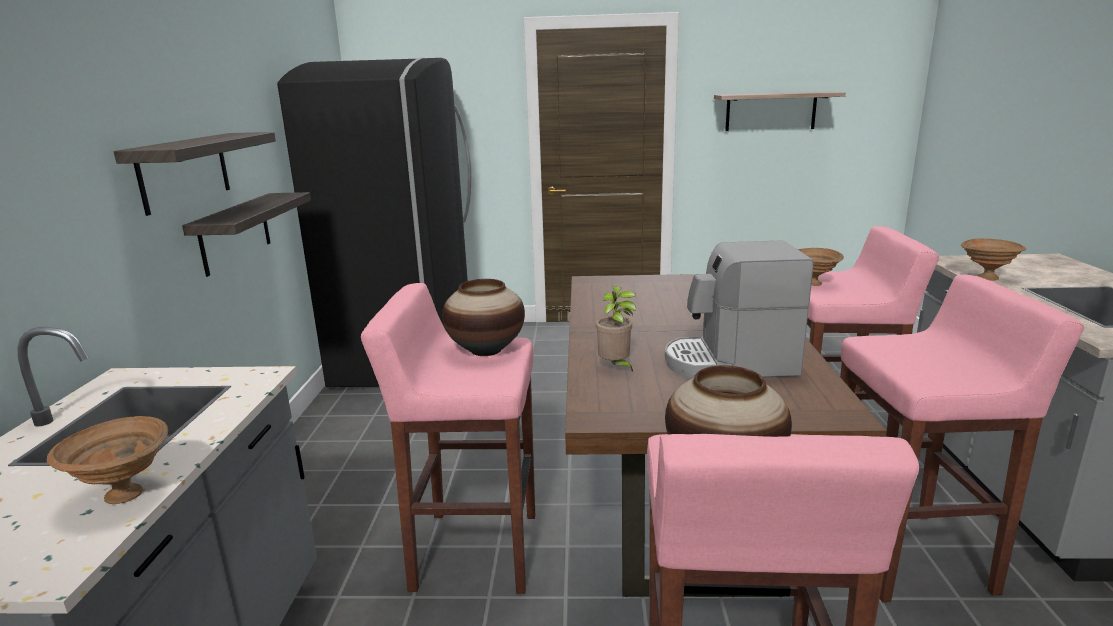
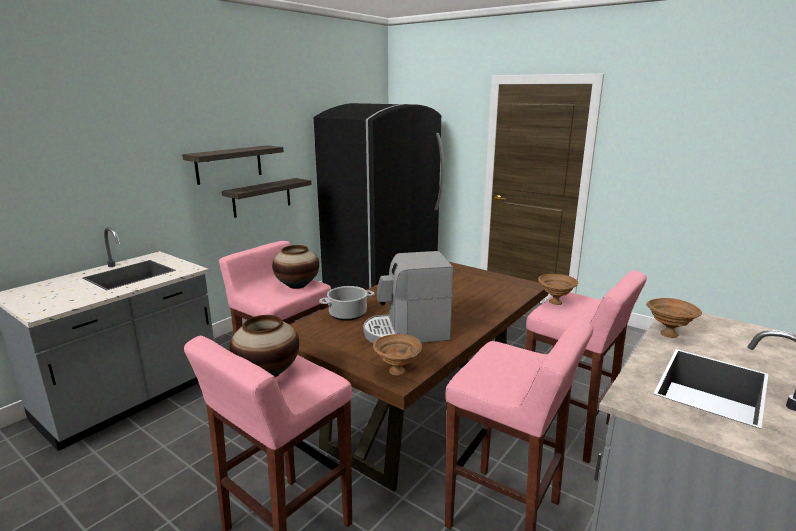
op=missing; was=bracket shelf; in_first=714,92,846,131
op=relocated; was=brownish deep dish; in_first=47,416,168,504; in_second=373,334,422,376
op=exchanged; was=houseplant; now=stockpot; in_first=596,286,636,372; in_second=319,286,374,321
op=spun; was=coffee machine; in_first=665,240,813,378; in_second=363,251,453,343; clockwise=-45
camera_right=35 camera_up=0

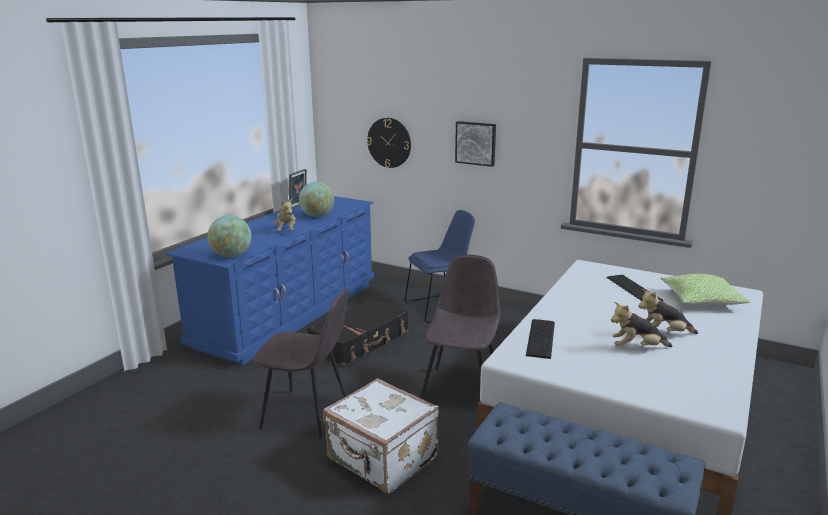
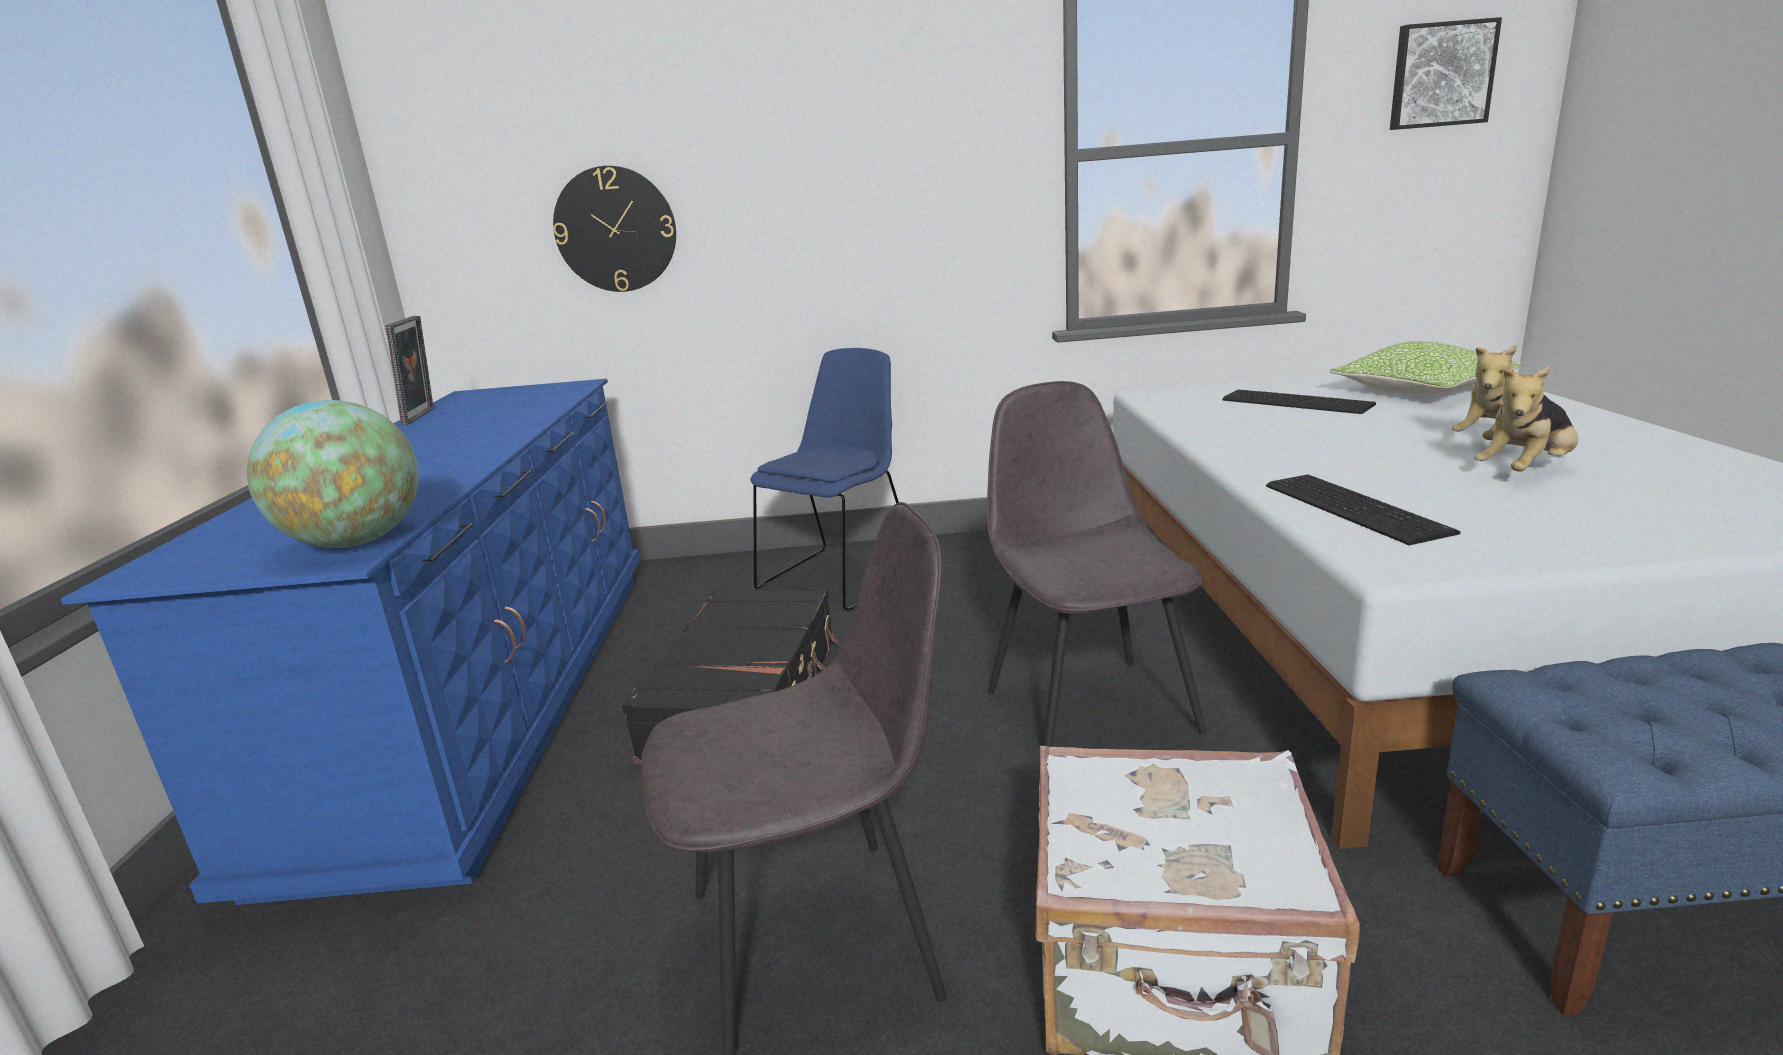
op=missing; was=soft toy; in_first=274,198,296,231
op=missing; was=globe; in_first=299,182,334,217
op=relocated; was=wall picture; in_first=455,121,496,167; in_second=1390,17,1502,130
camera_right=-30 camera_up=0

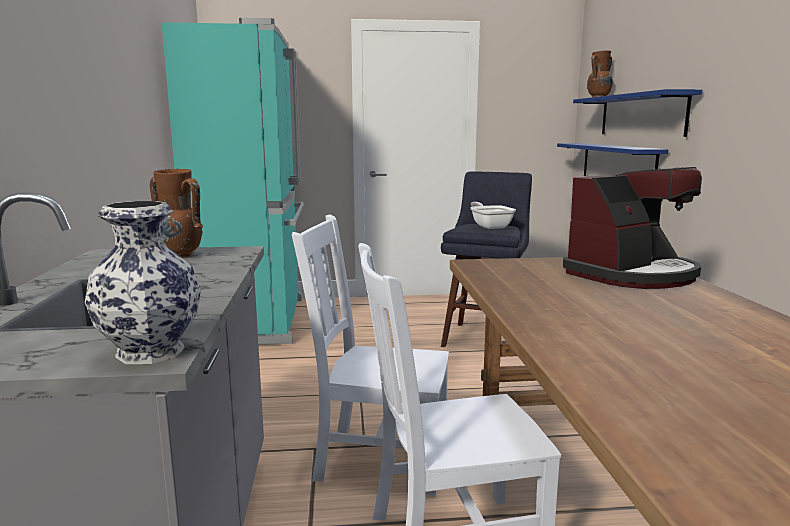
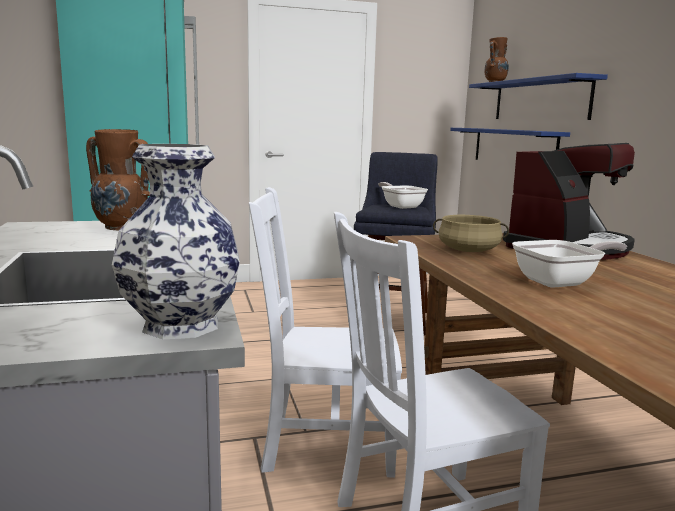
op=appeared; now=beige stockpot; in_second=433,215,509,252
op=appeared; now=frying pan; in_second=512,240,627,288
camera_right=-10 camera_up=0

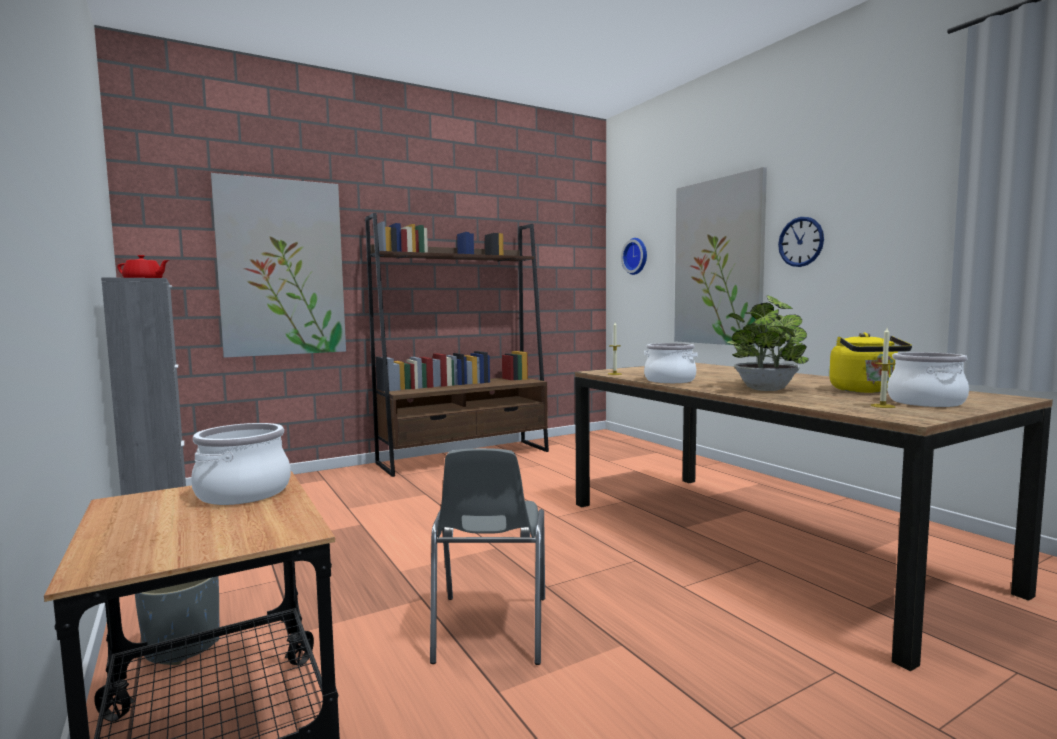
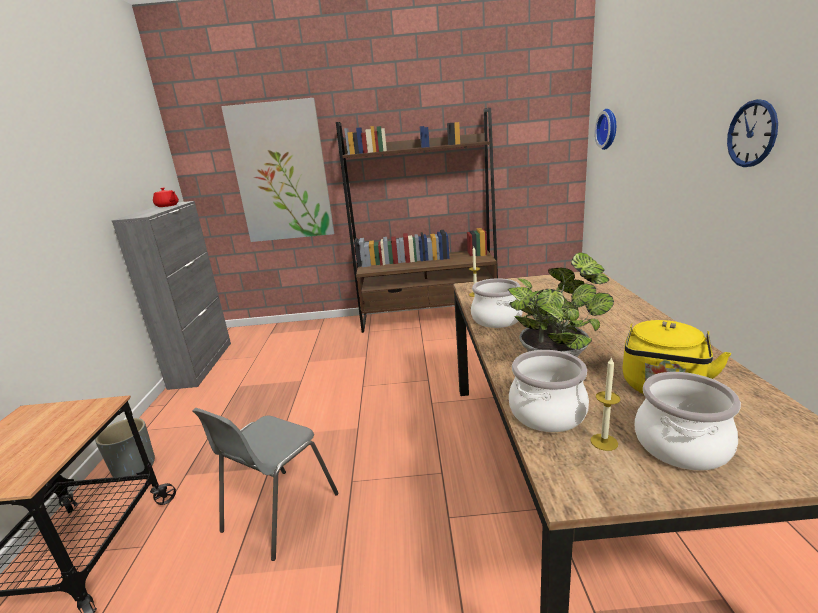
op=missing; was=wall picture; in_first=674,167,767,347
op=relocated; was=stockpot; in_first=191,423,291,505; in_second=509,350,589,432
camera_right=30 camera_up=15

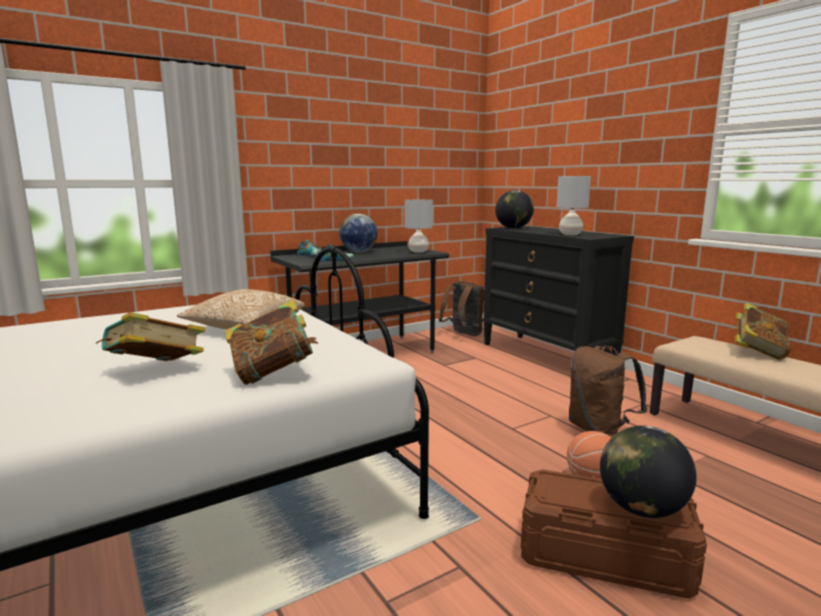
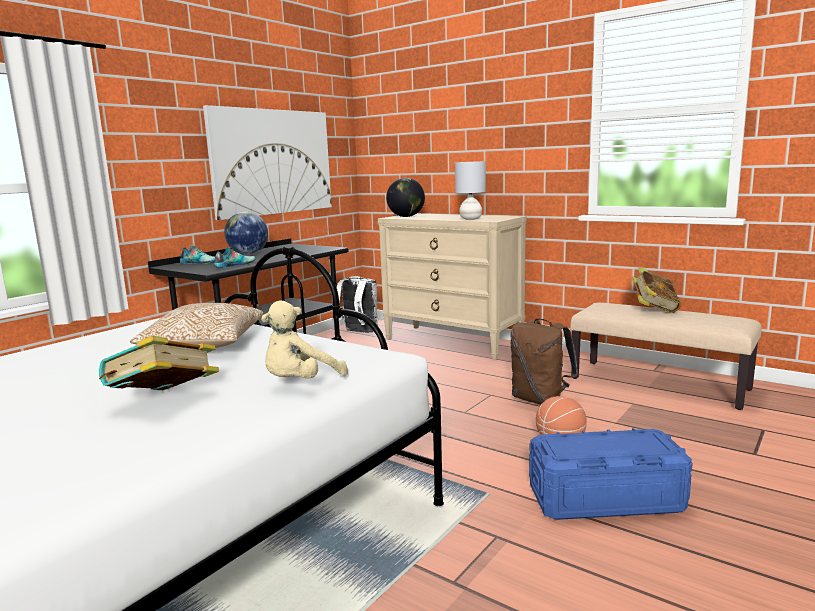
op=missing; was=grey lamp for a table; in_first=405,200,433,253
op=missing; was=globe; in_first=600,426,696,518
op=appeared; now=wall picture; in_second=203,105,332,220
op=exchanged; was=bound book; now=beige soft toy; in_first=225,300,318,385; in_second=261,300,348,378
op=colour; was=brownish knapsack; now=whitish knapsack; in_first=439,281,485,336; in_second=332,276,378,333
op=colour; was=black dresser; now=beige dresser; in_first=483,226,634,355; in_second=378,214,527,360
op=colour; was=brownish storage box; now=bluish storage box; in_first=521,469,707,598; in_second=529,428,693,520
camera_right=-20 camera_up=0

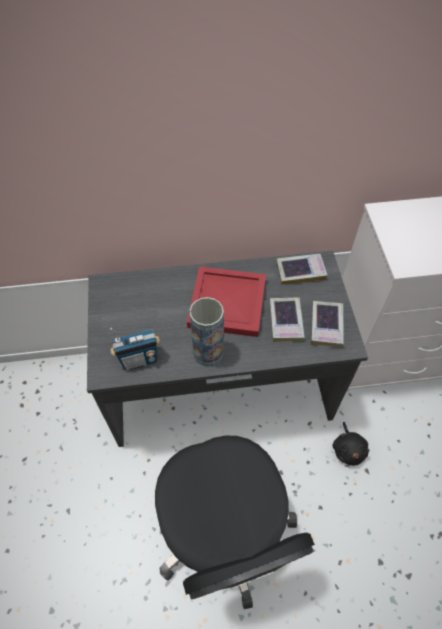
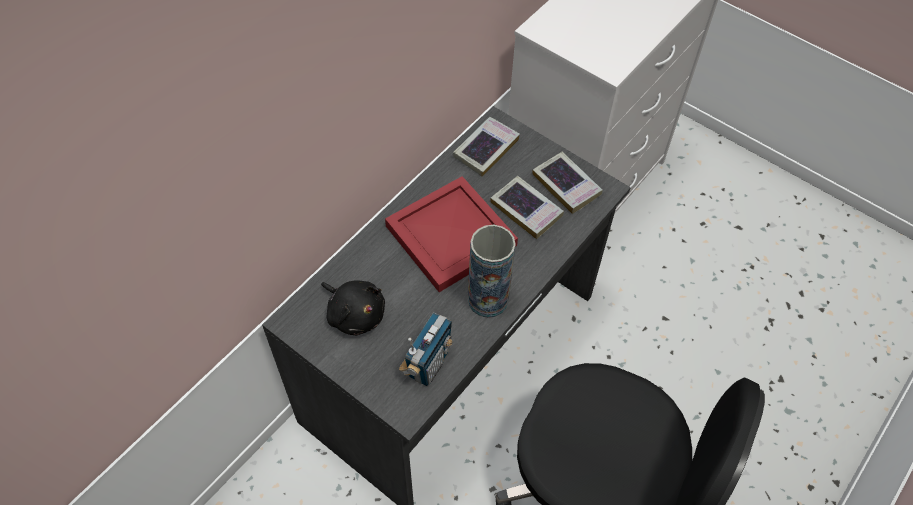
op=relocated; was=black soft toy; in_first=333,422,370,466; in_second=321,280,385,335
camera_right=-45 camera_up=0

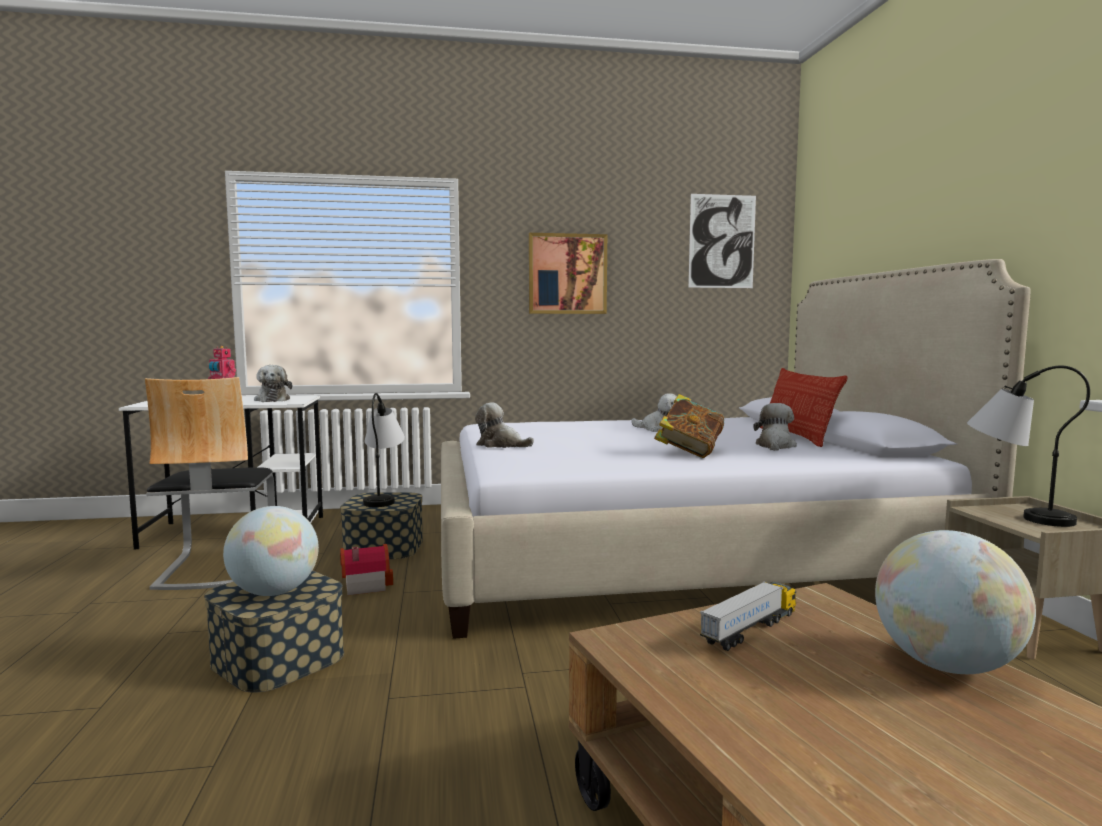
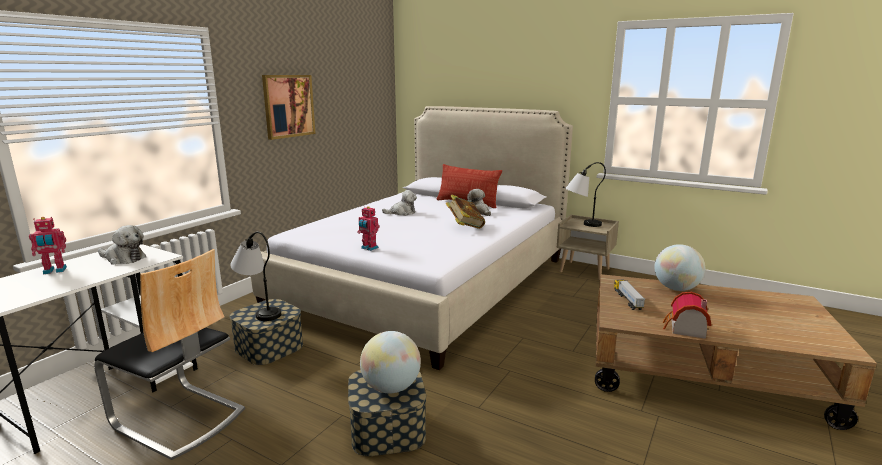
op=missing; was=wall picture; in_first=688,194,756,288
op=relocated; was=model house; in_first=340,544,393,595; in_second=662,292,712,339
op=exchanged; was=soft toy; now=robot figure; in_first=475,403,534,448; in_second=357,206,379,251
camera_right=-50 camera_up=10

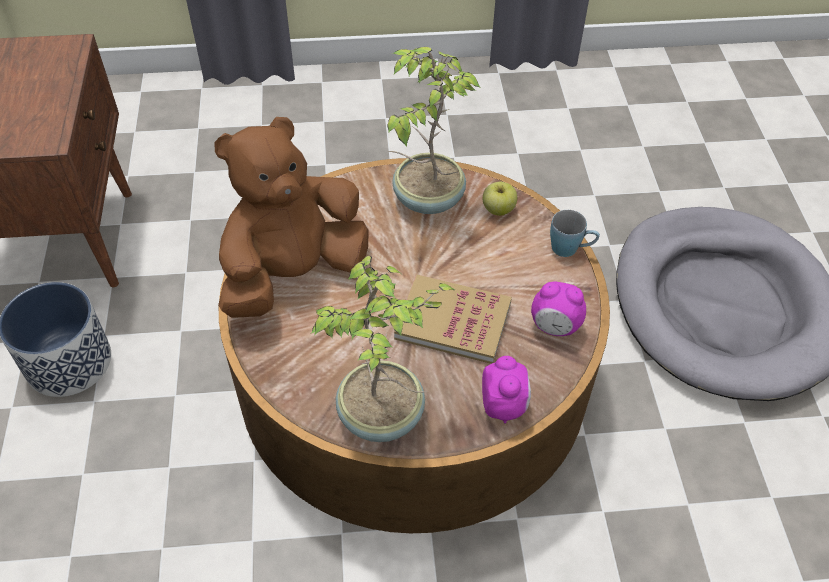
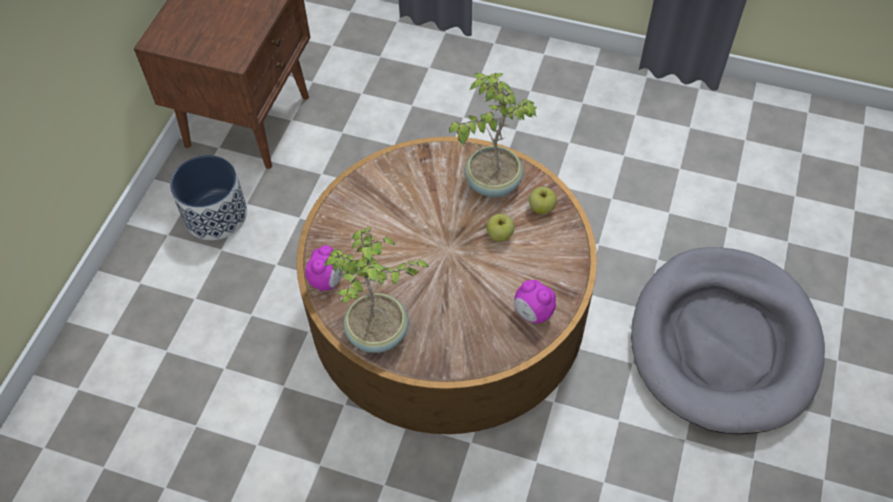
op=missing; was=brownish soft toy; in_first=214,117,369,318
op=missing; was=bound book; in_first=394,275,512,364
op=missing; was=bluish coffee mug; in_first=550,210,600,257
op=appeared; now=whole apple; in_second=486,214,514,242
op=relocated; was=bedside clock; in_first=482,356,531,423; in_second=305,245,343,292
camera_right=25 camera_up=5

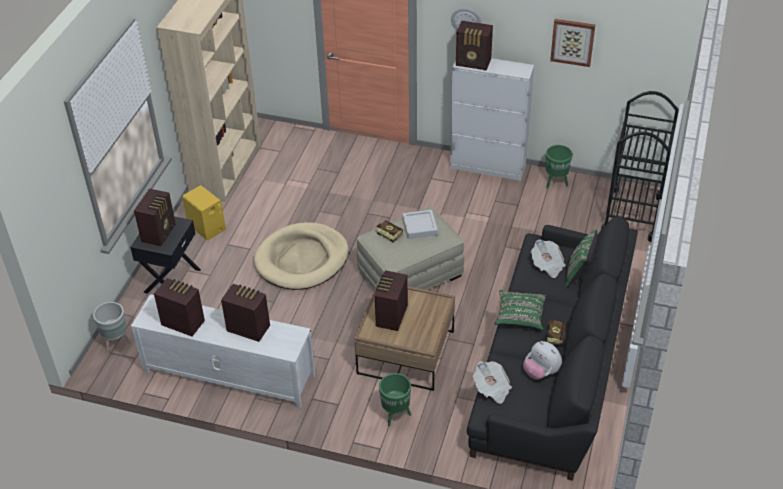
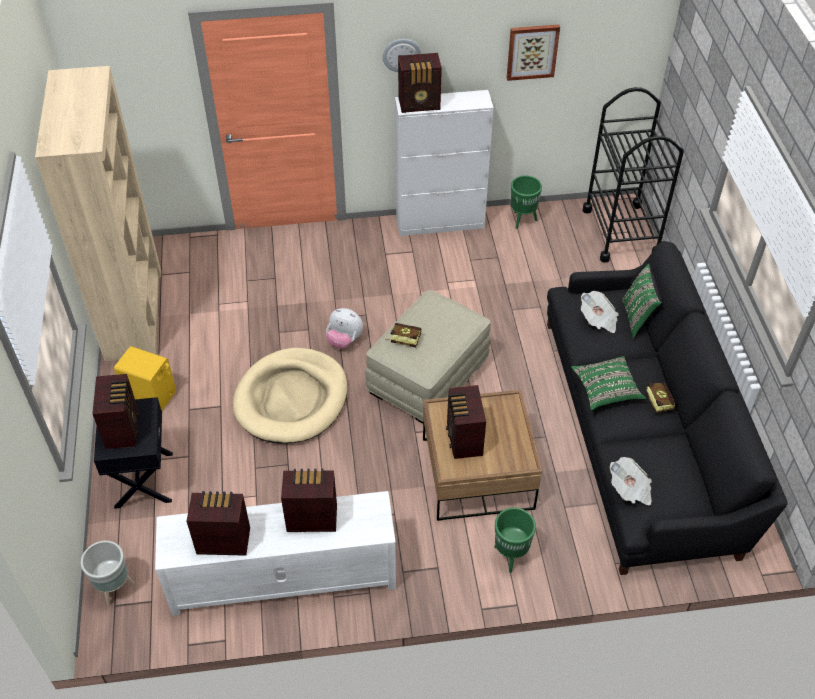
op=missing; was=grey carrying tray; in_first=402,210,438,239
op=relocated; was=soft toy; in_first=523,341,562,380; in_second=326,308,363,349
camera_right=-25 camera_up=5

